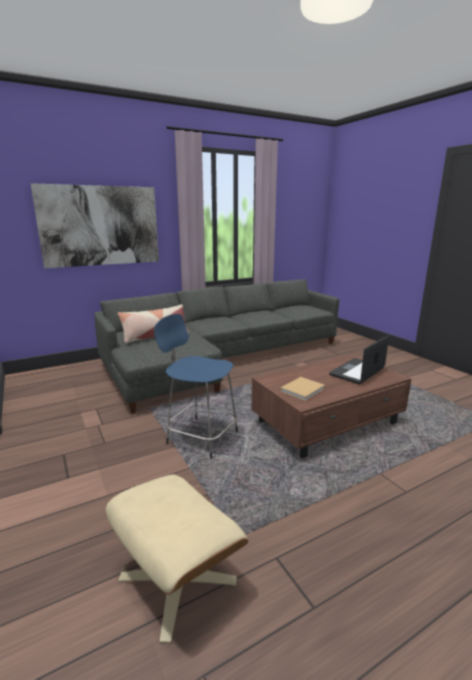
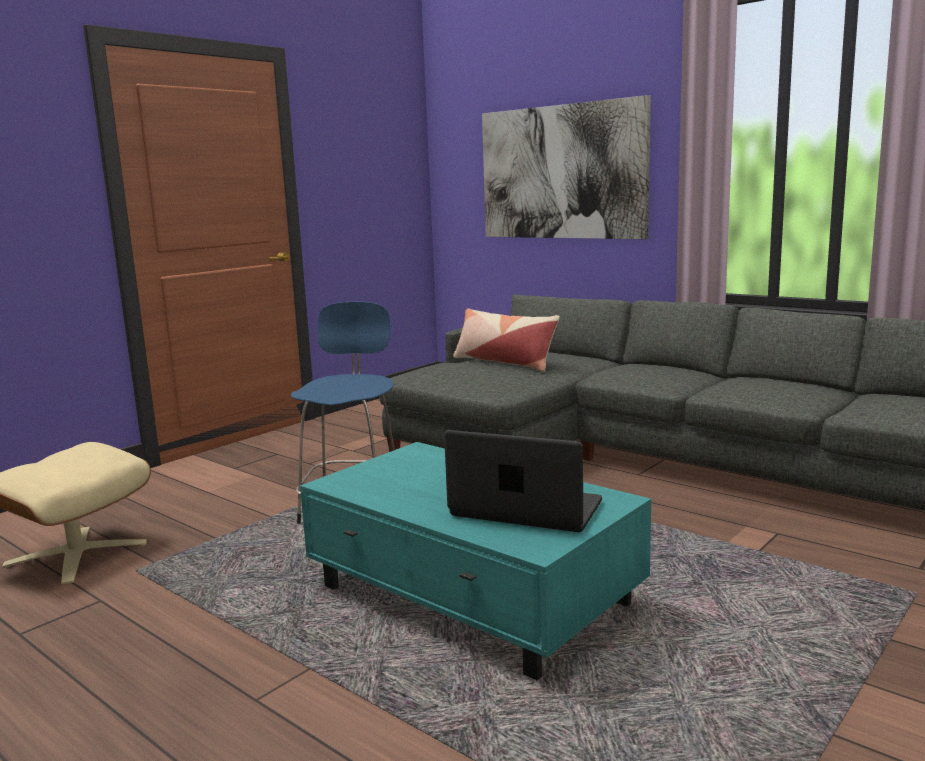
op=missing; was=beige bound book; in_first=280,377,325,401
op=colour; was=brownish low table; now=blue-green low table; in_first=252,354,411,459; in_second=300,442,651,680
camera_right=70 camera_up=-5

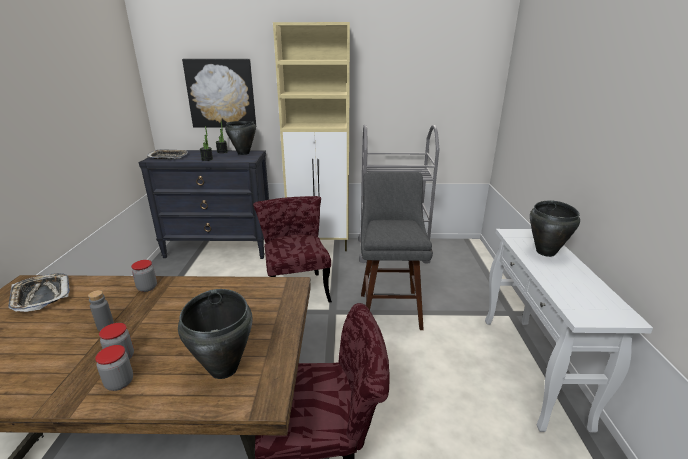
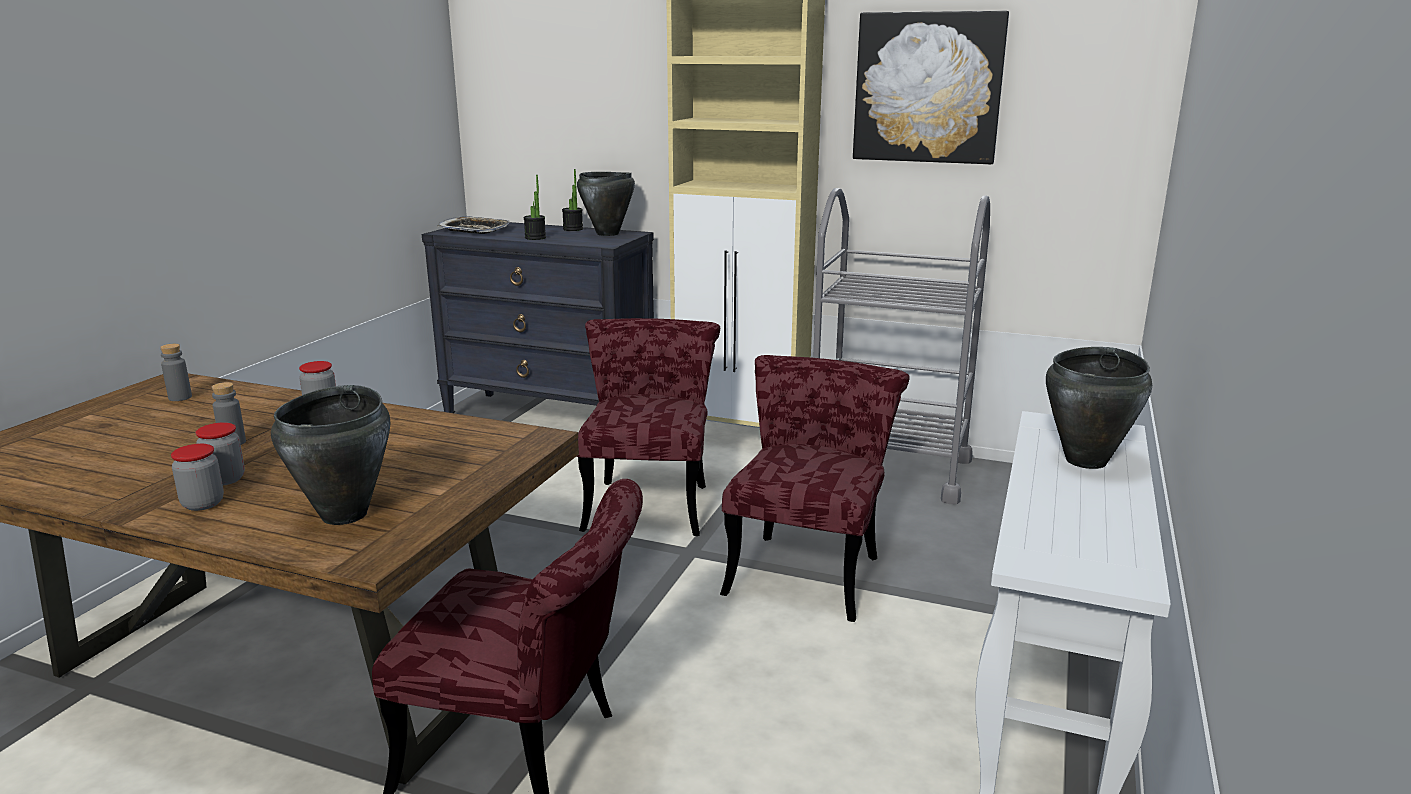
op=relocated; was=wall picture; in_first=182,59,256,128; in_second=853,11,1009,164
op=exchanged; was=carrying tray; now=grey bottle; in_first=8,273,70,312; in_second=160,344,192,401
op=exchanged; was=grey sitting stool; now=reddish upright chair; in_first=361,172,433,330; in_second=720,355,910,622
camera_right=20 camera_up=-5

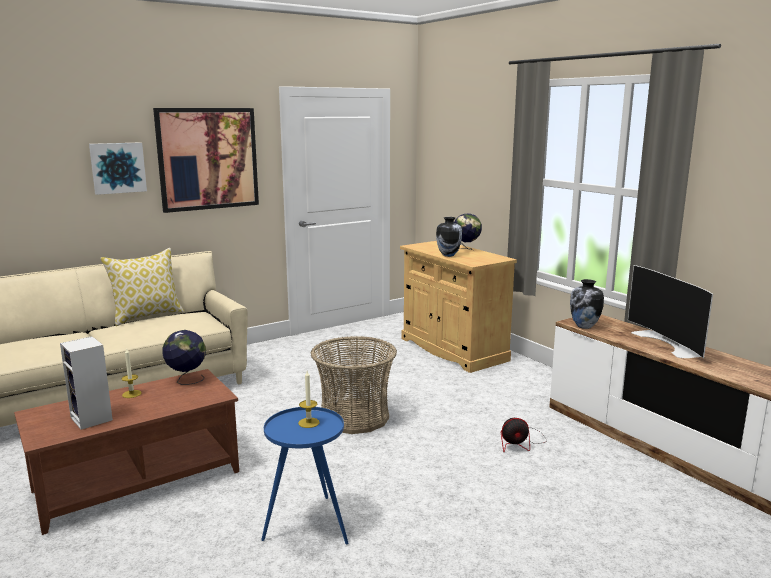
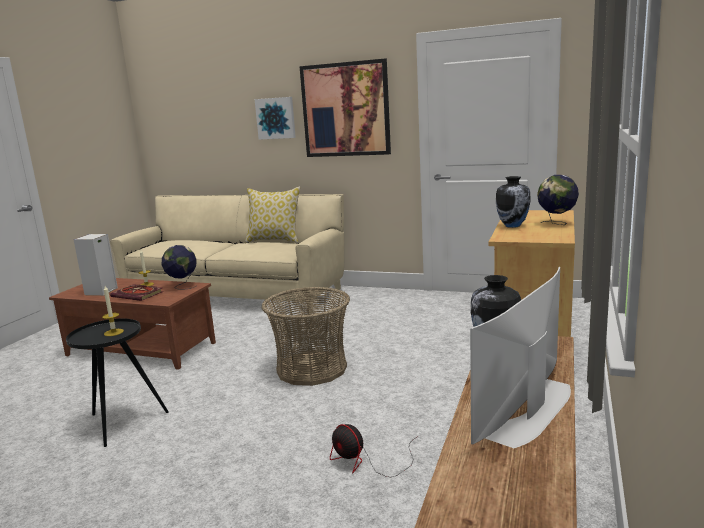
op=appeared; now=bound book; in_second=110,284,163,301
op=colour; was=bluish accent table; now=black accent table; in_first=261,407,348,544; in_second=66,318,169,447
camera_right=55 camera_up=0

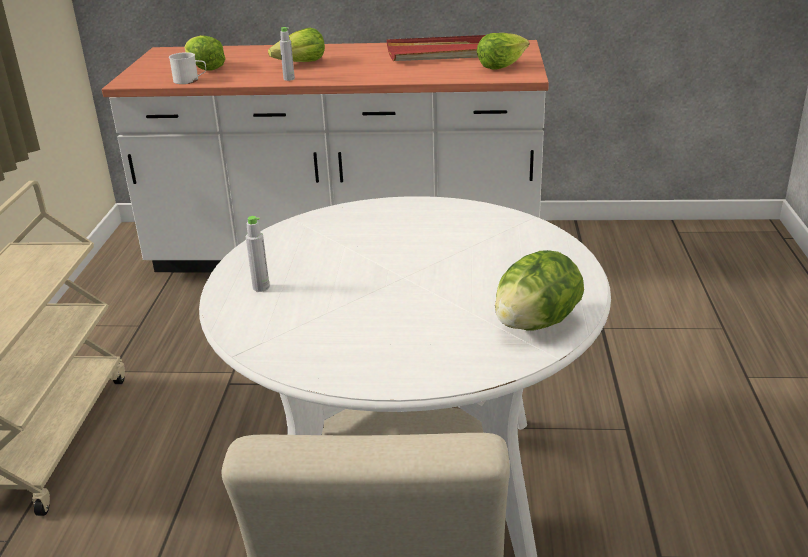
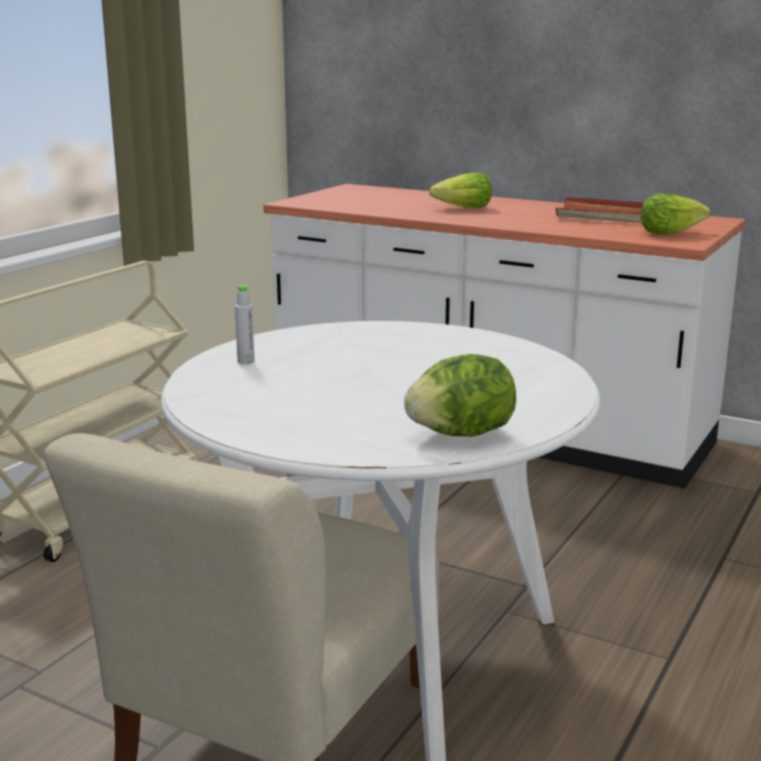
op=missing; was=whitish coffee mug; in_first=169,52,206,84
op=missing; was=lettuce head; in_first=184,35,225,70
op=missing; was=grey bottle; in_first=280,27,295,81
camera_right=25 camera_up=-10

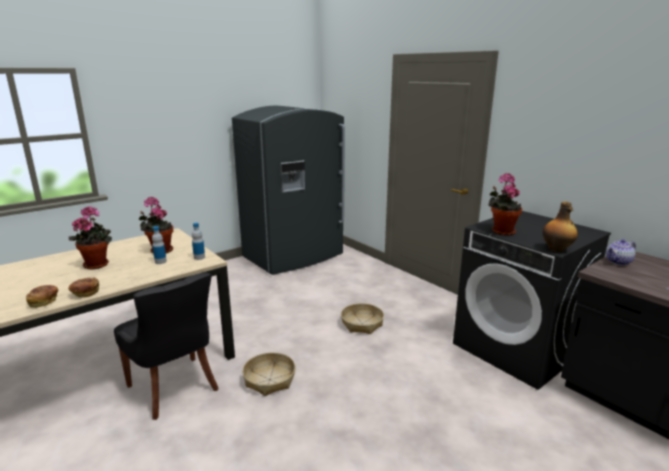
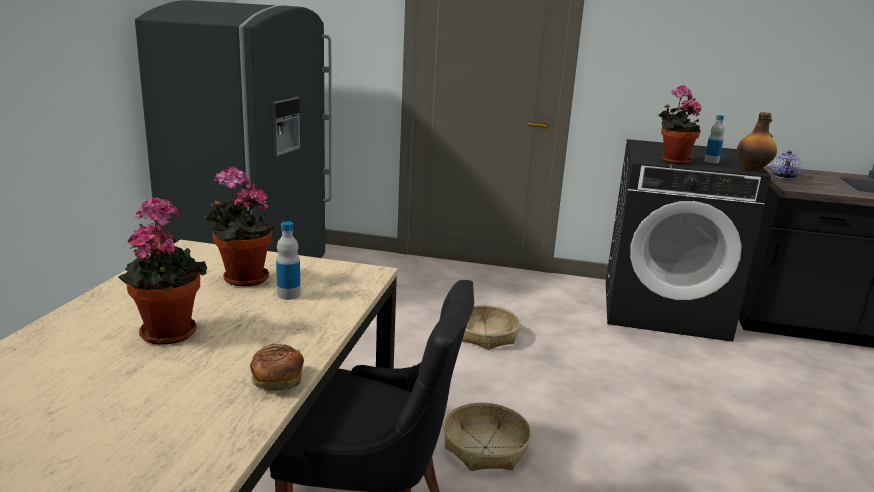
op=missing; was=bread; in_first=26,285,58,308
op=relocated; was=bottle; in_first=192,223,205,260; in_second=704,115,725,163
camera_right=-40 camera_up=0

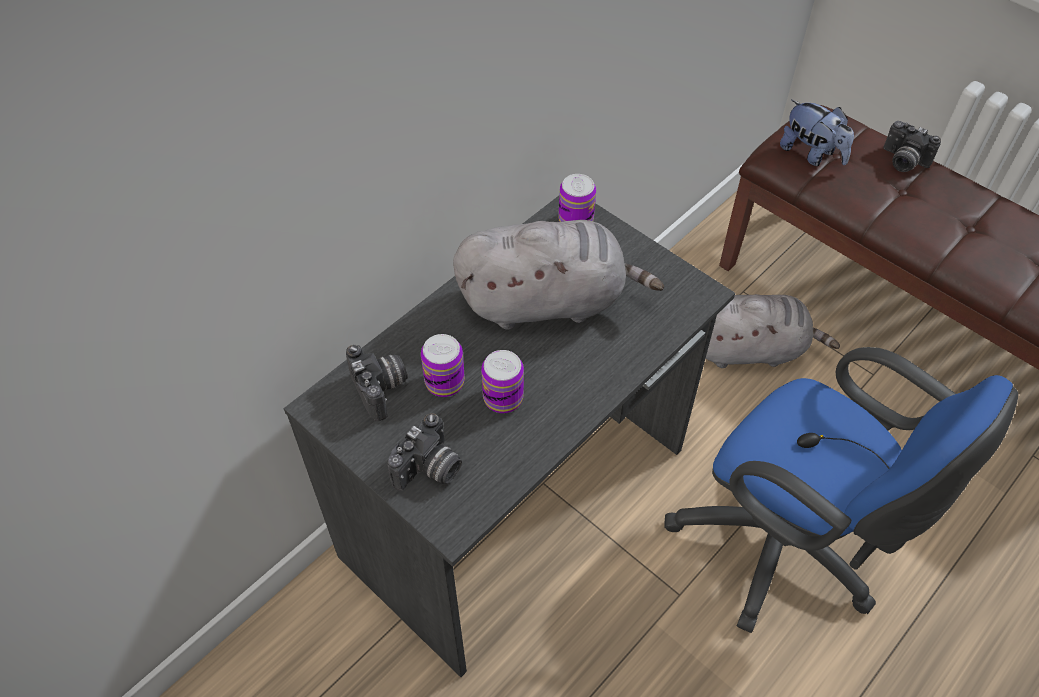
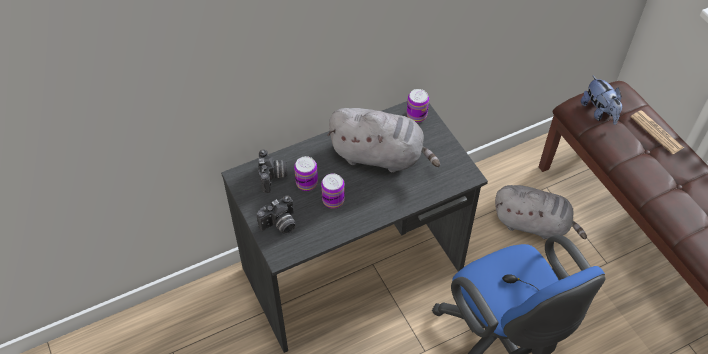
op=exchanged; was=photo camera; now=daily paper; in_first=883,121,941,172; in_second=631,111,684,154
camera_right=20 camera_up=0

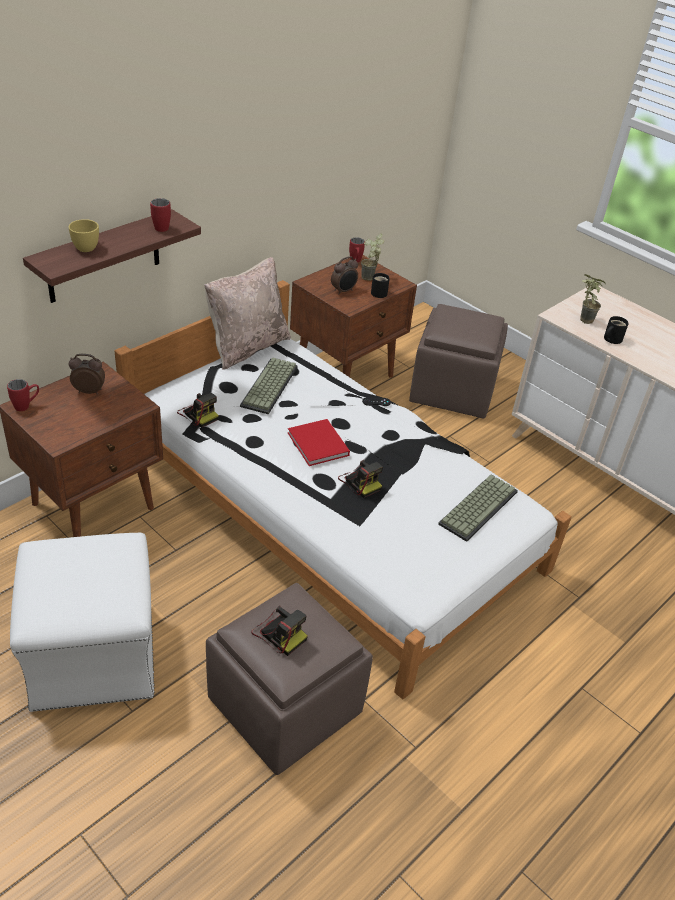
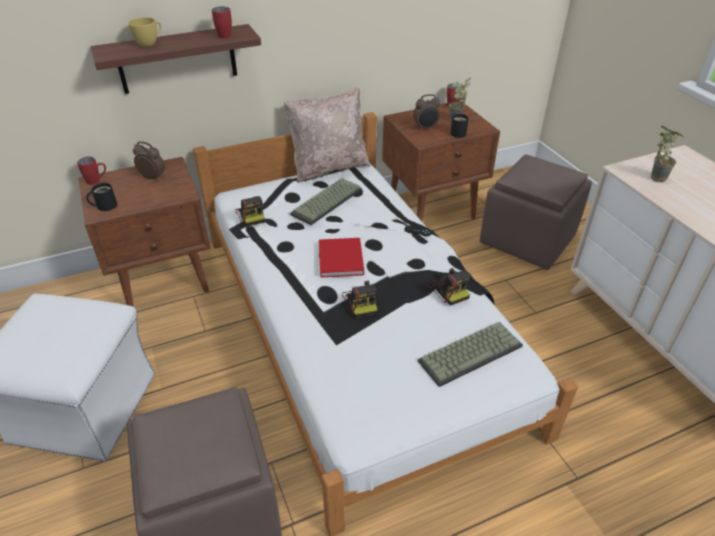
op=relocated; was=photo camera; in_first=251,606,308,656; in_second=427,268,471,306
op=relocated; was=black coffee mug; in_first=604,316,629,344; in_second=87,183,117,211
camera_right=25 camera_up=0

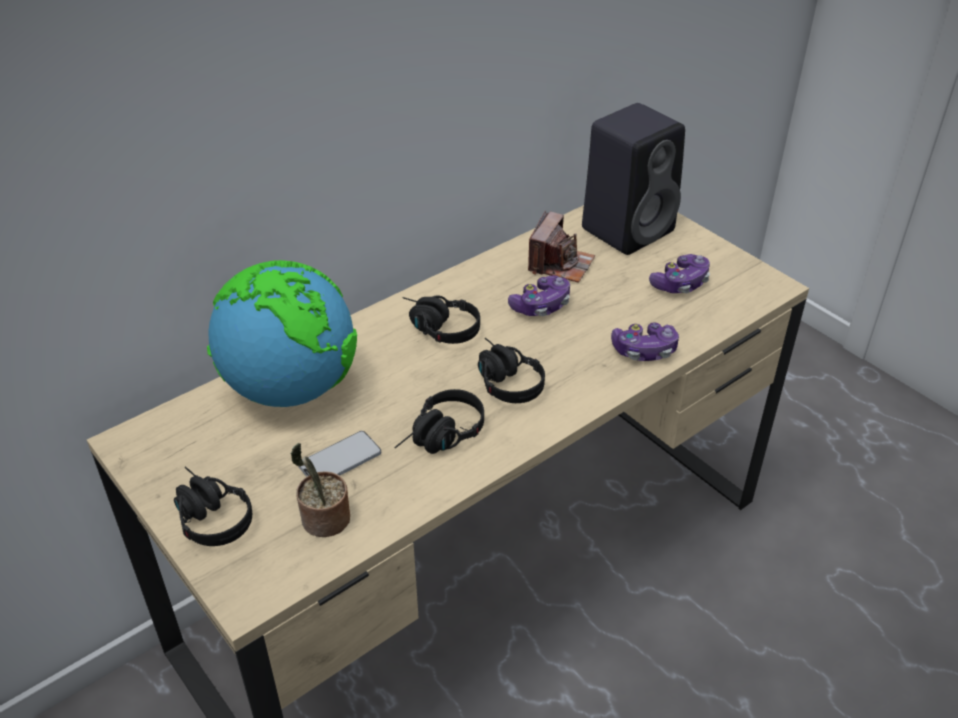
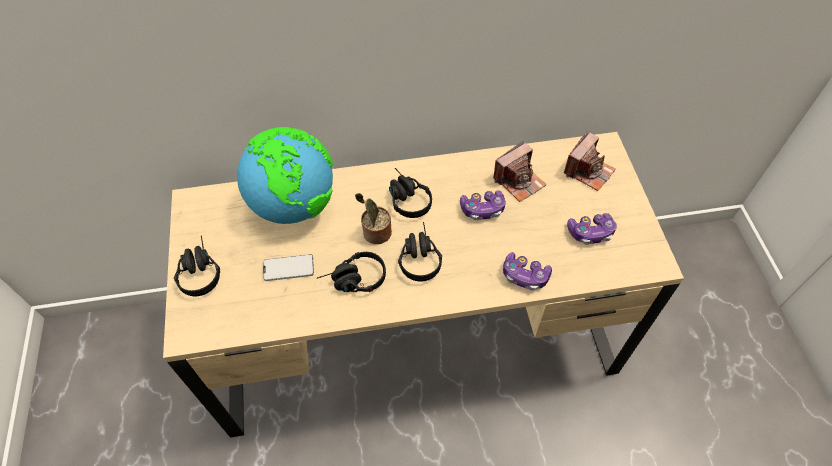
op=relocated; was=houseplant; in_first=290,443,350,537; in_second=355,193,392,244
op=exchanged; was=black loudspeaker; now=photo camera; in_first=582,103,685,255; in_second=564,131,616,191
camera_right=30 camera_up=15

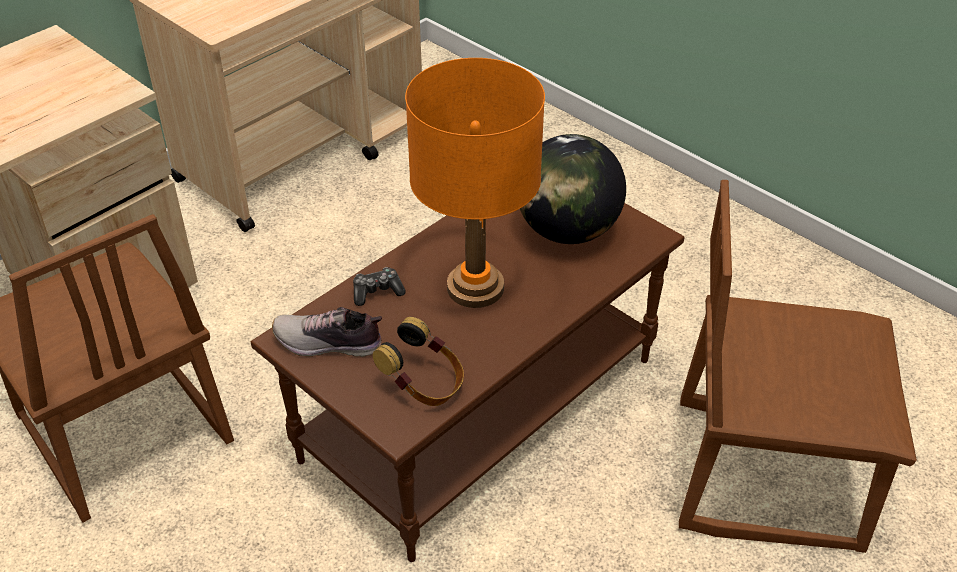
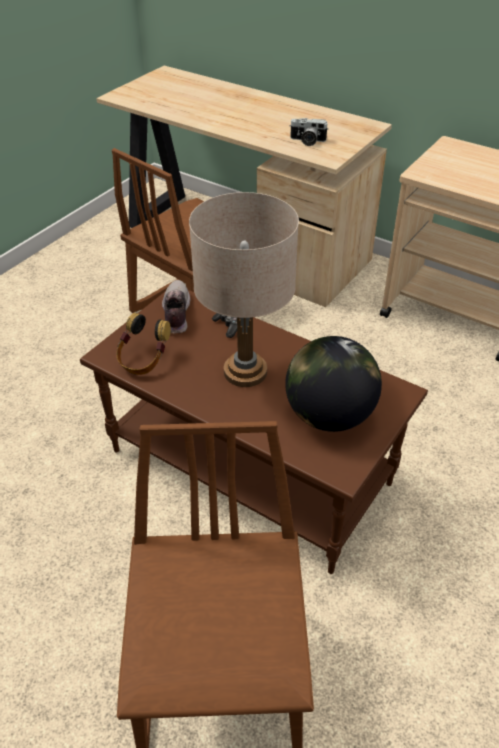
op=appeared; now=photo camera; in_second=289,118,328,146
op=colour; was=orange-coloured lamp for a table; now=beige lamp for a table; in_first=405,58,545,308; in_second=189,192,299,387
camera_right=80 camera_up=0

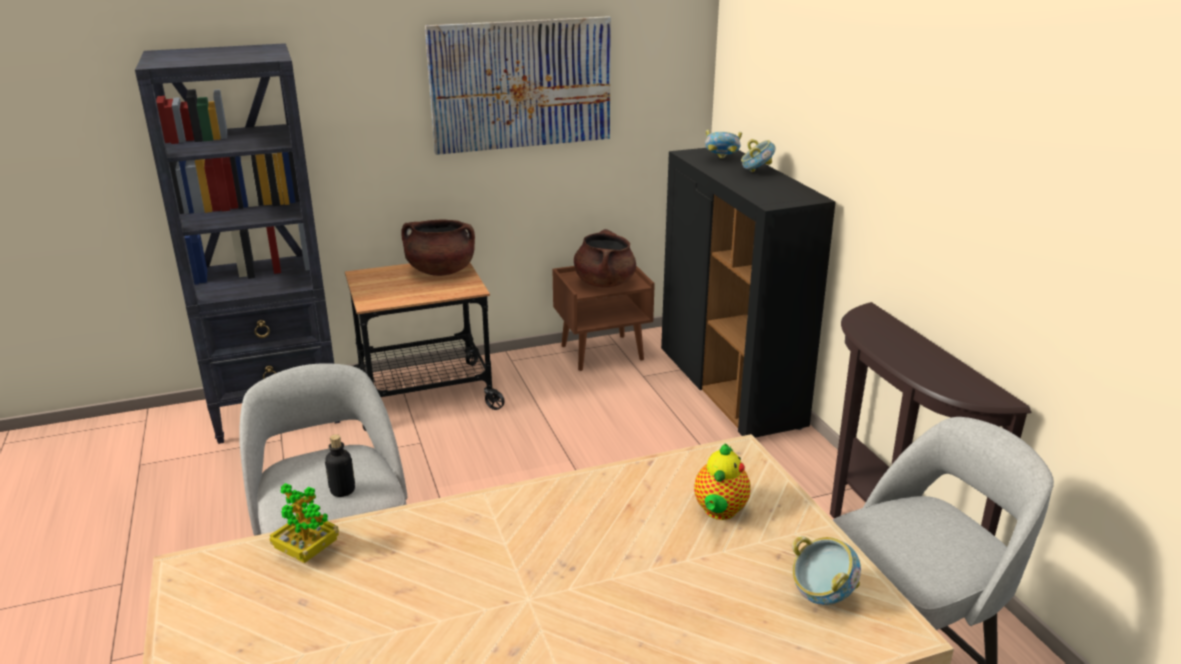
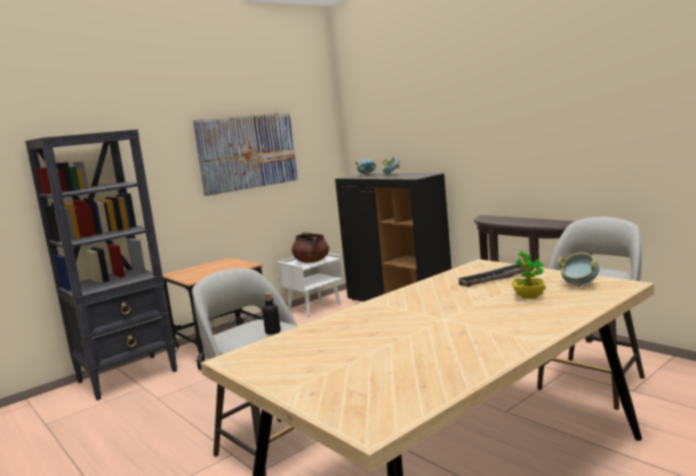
op=missing; was=brownish stockpot; in_first=401,219,475,276
op=relocated; was=houseplant; in_first=269,483,339,563; in_second=512,251,546,299
op=exchanged; was=tea pot; now=carrying tray; in_first=694,444,751,520; in_second=457,263,536,287
op=colour; was=brownish nightstand; now=whitish nightstand; in_first=552,266,655,371; in_second=277,253,344,317
camera_right=-20 camera_up=-15

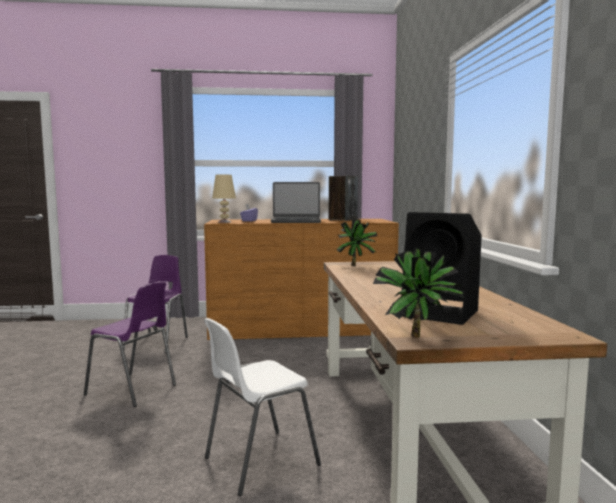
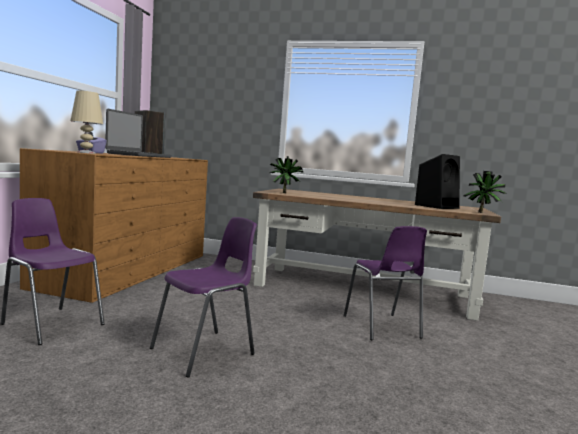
op=colour; was=whitish upright chair; now=purplish upright chair; in_first=204,318,321,496; in_second=343,226,427,340
camera_right=-70 camera_up=0

